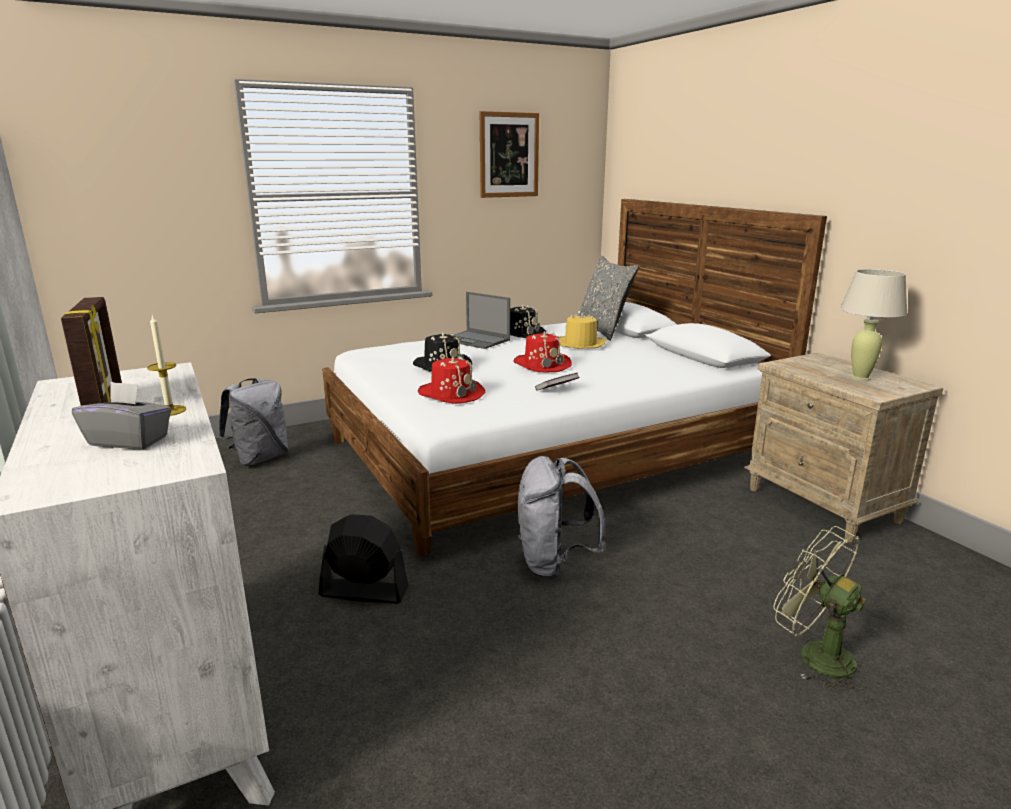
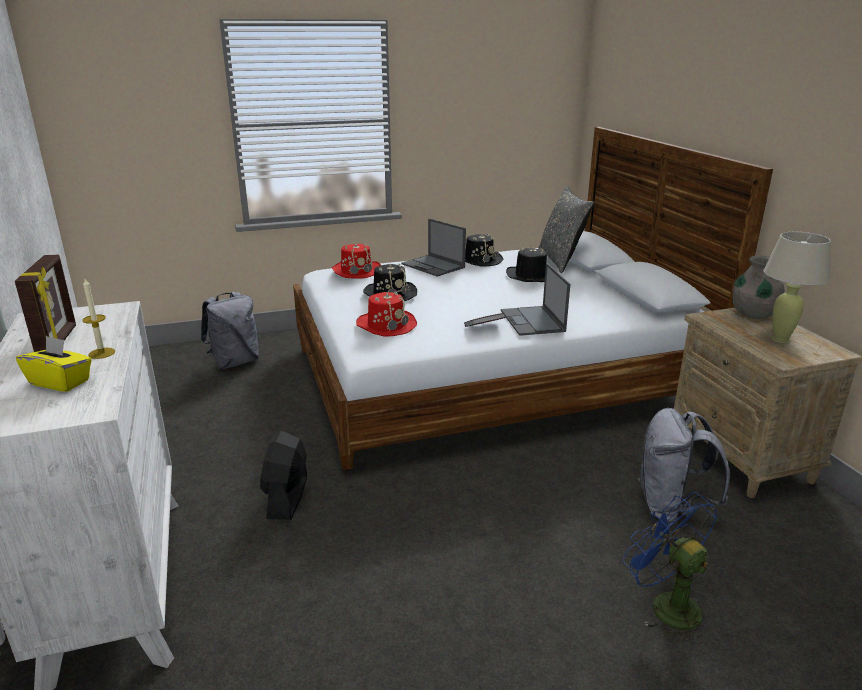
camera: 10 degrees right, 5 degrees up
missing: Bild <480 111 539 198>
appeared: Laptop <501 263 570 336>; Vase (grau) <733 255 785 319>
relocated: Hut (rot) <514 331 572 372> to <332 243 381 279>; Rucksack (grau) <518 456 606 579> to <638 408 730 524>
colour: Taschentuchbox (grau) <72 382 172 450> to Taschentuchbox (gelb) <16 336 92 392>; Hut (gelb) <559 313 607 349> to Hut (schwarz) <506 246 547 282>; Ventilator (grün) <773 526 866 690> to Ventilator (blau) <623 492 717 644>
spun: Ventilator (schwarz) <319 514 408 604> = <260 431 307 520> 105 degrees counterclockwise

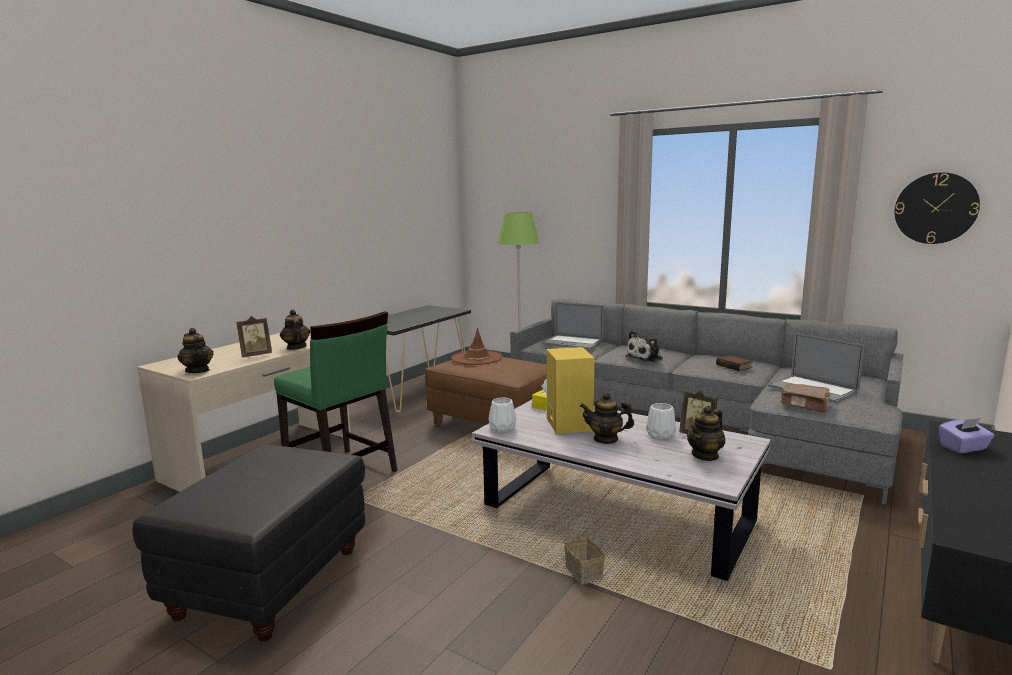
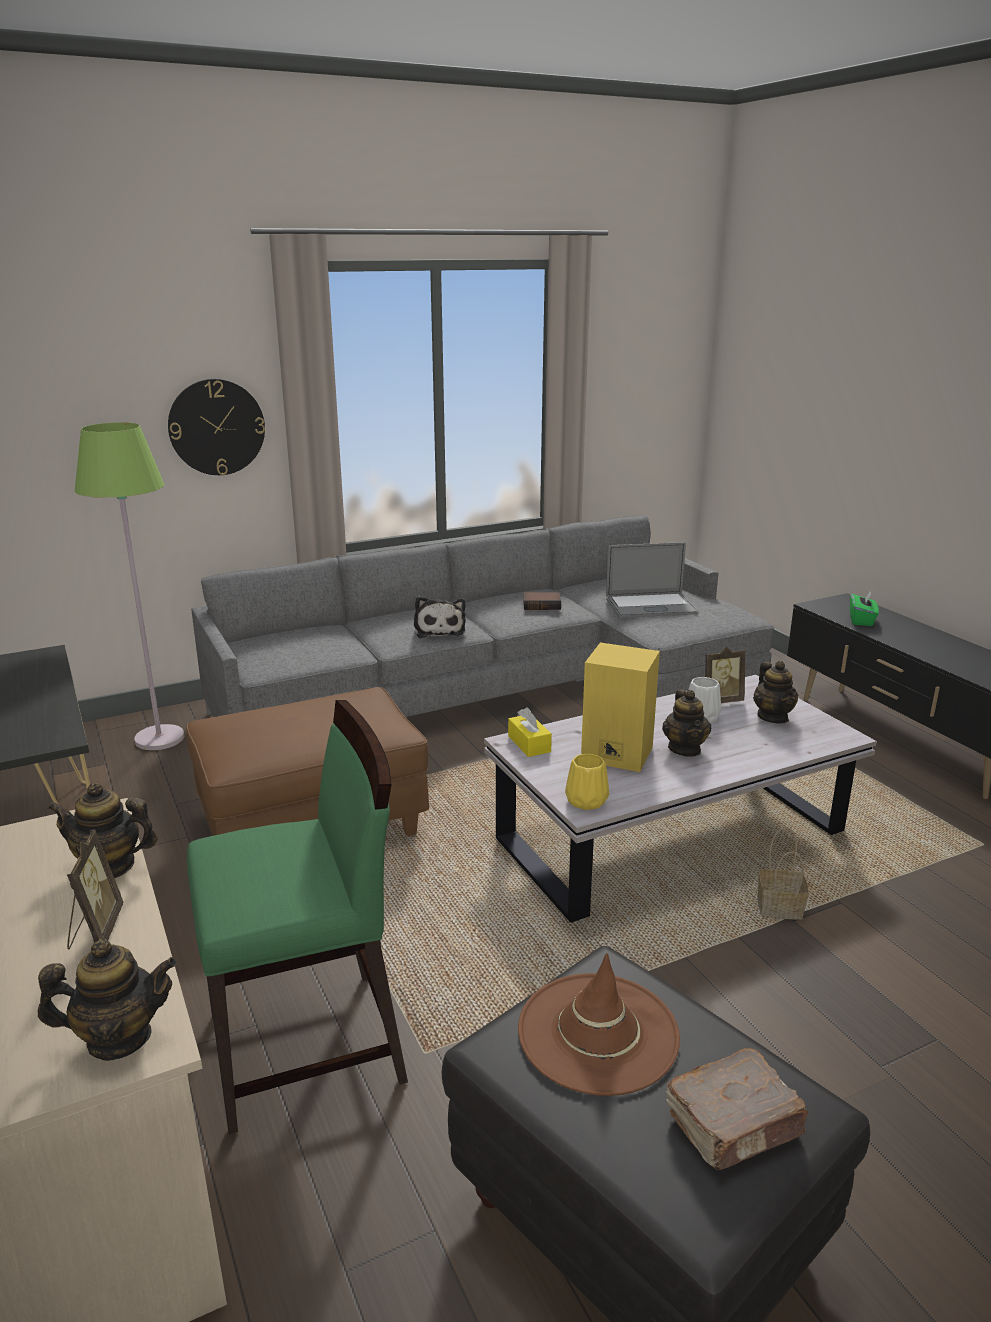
camera: 60 degrees left, 10 degrees up
missing: Laptop <542 302 604 350>
relocated: Wanduhr <894 172 980 244> to <168 379 265 475>; Hut (braun) <451 328 503 365> to <518 953 680 1096>; Buch (braun) <781 383 831 412> to <666 1048 808 1170>
colour: Vase (weiß) <489 397 516 433> to Vase (gelb) <565 754 609 810>; Taschentuchbox (lila) <939 418 994 453> to Taschentuchbox (grün) <850 592 879 626>
spun: Teekanne <580 392 634 444> = <662 690 711 757> 45 degrees counterclockwise

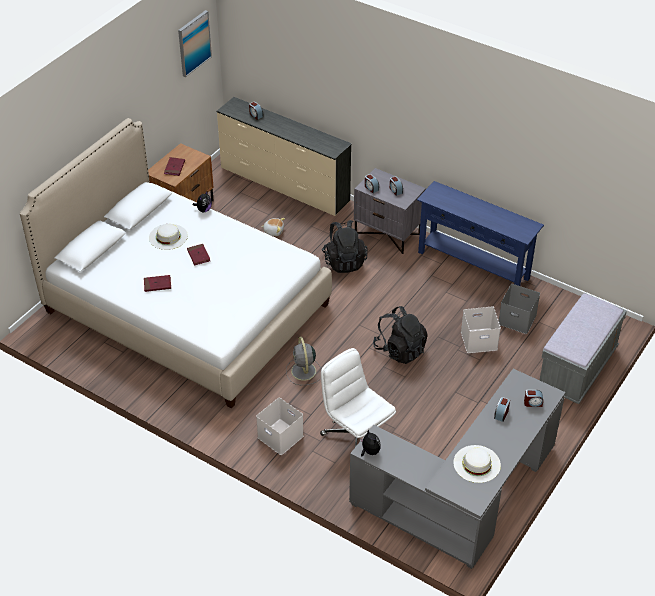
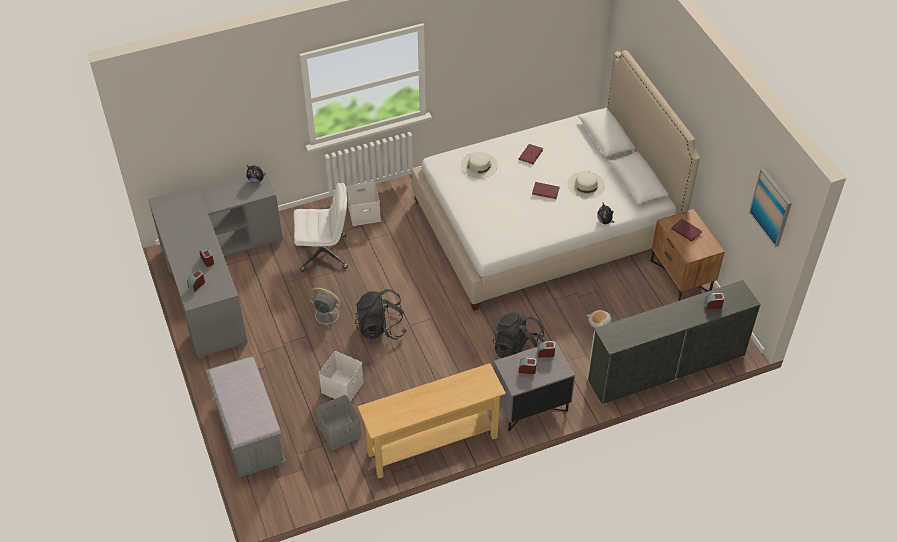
camera: 125 degrees right, 5 degrees up
relocated: Ventilator (grau) <286 337 322 385> to <308 287 345 328>; Hut (weiß) <453 445 501 483> to <461 152 498 178>
colour: Konsolentisch (blau) <417 181 544 286> to Konsolentisch (beige) <358 363 506 479>

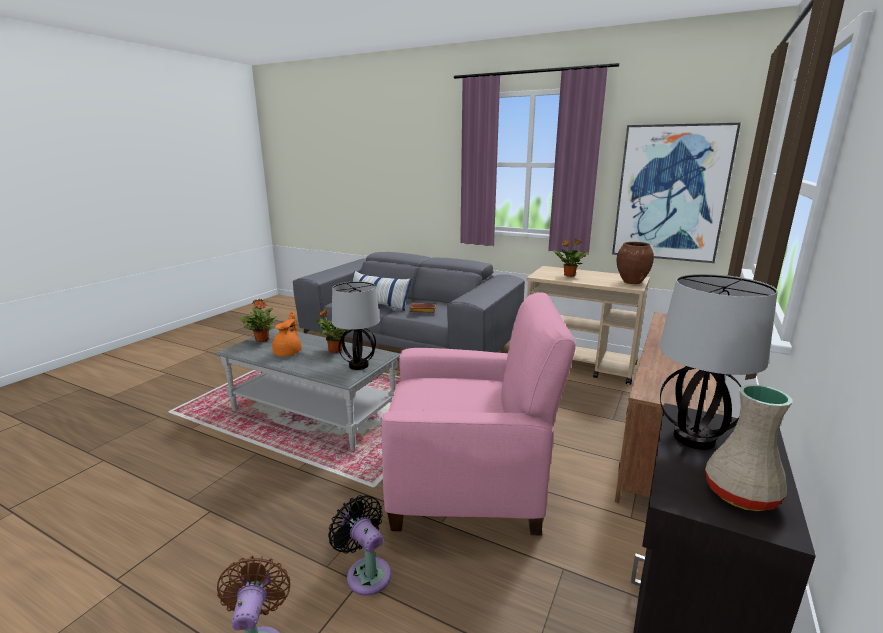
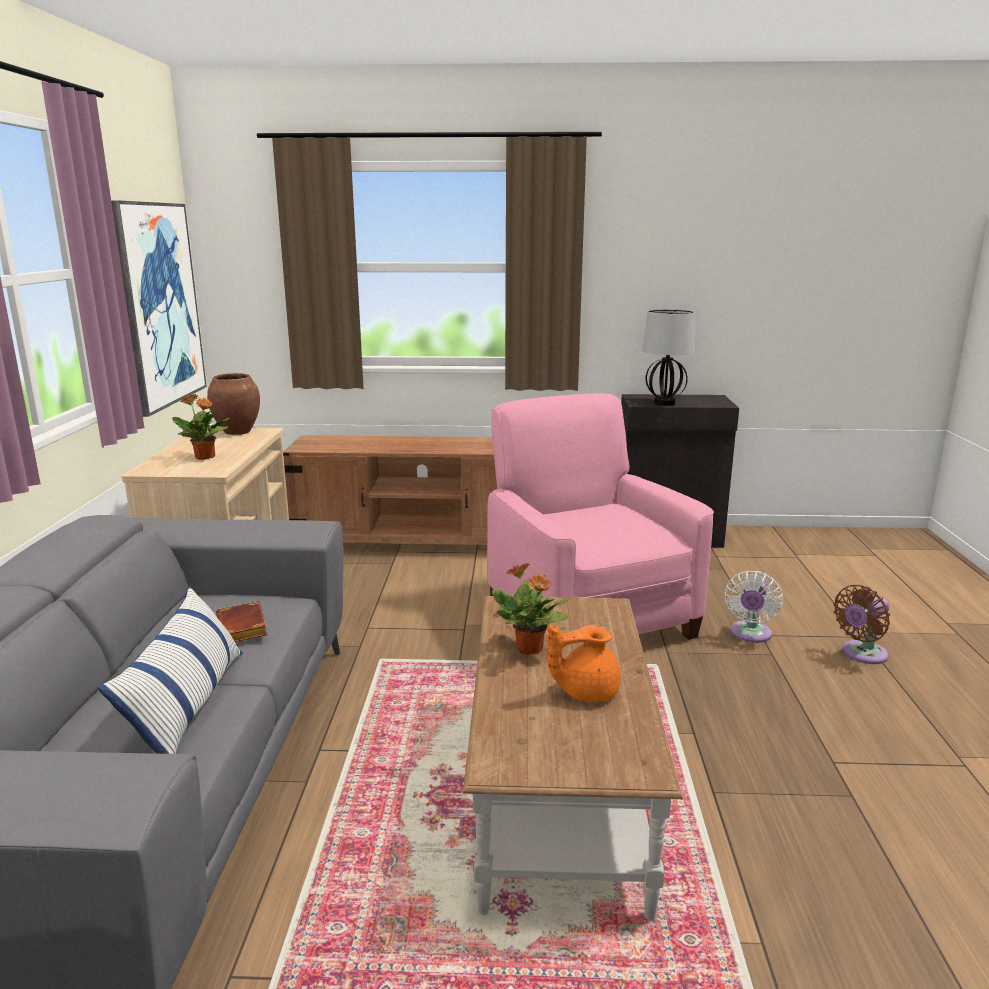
camera: 115 degrees left, 0 degrees up
missing: Topfpflanze <240 299 277 342>; Tischlampe <332 281 380 370>; Vase (beige) <705 384 793 511>
colour: Couchtisch (grau) <215 328 400 451> to Couchtisch (braun) <463 596 683 920>; Ventilator (schwarz) <328 495 391 596> to Ventilator (weiß) <725 571 783 643>

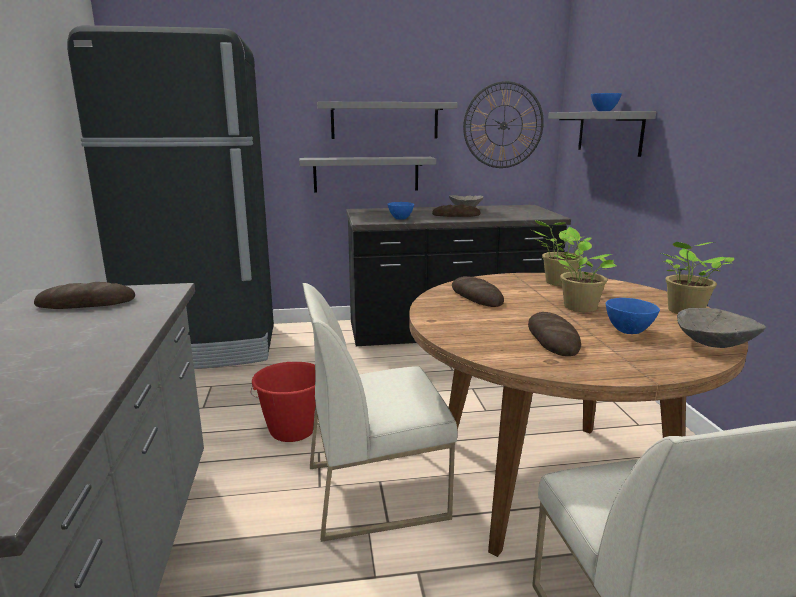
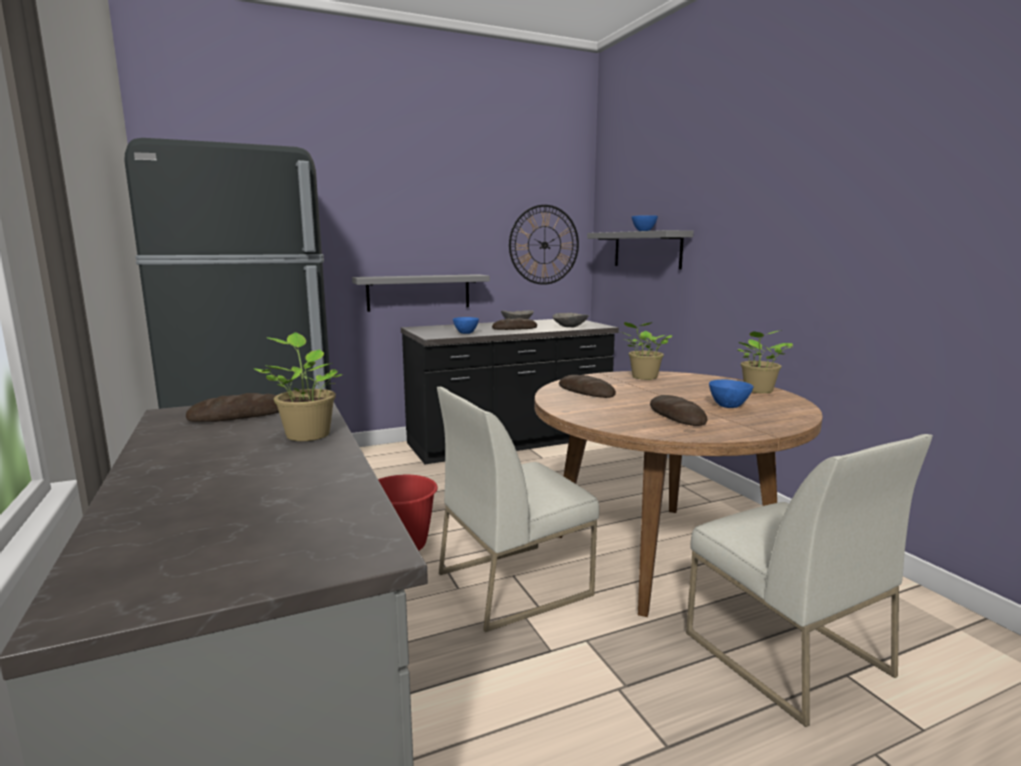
camera: 15 degrees left, 5 degrees down
missing: Wandregal (grau) <317 102 458 139>
relocated: Topfpflanze <554 227 616 312> to <254 332 344 441>; Schüssel (grau) <677 308 766 348> to <552 313 589 327>

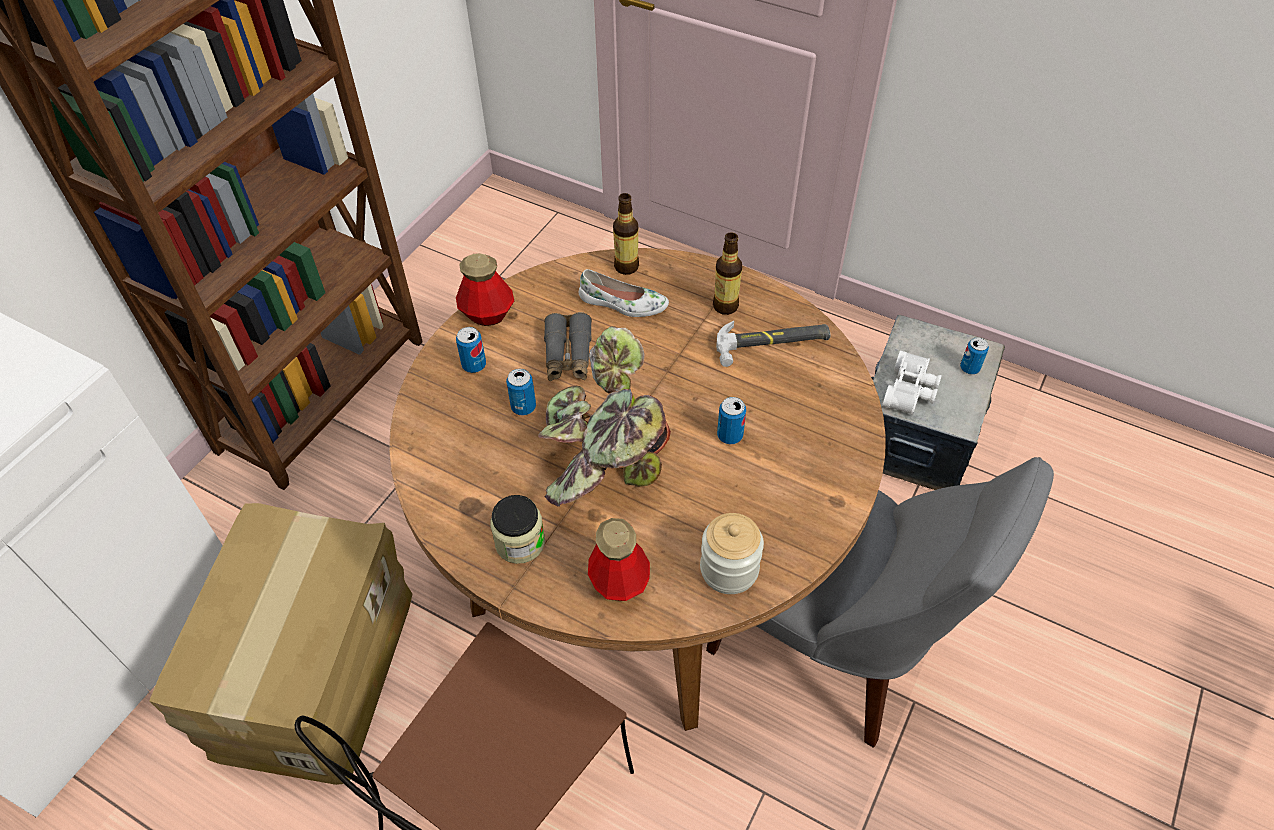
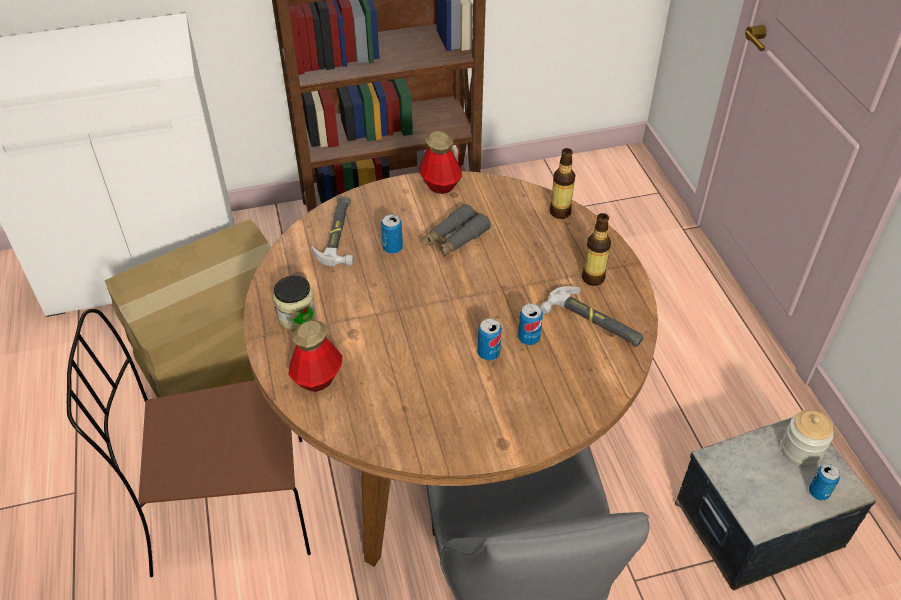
camera: 45 degrees right, 5 degrees down
missing: Topfpflanze <538 326 671 507>; Schuh (weiß) <579 269 669 317>; Fernglas (weiß) <882 350 942 415>
appeared: Hammer <312 197 354 266>
relocated: Dose <456 327 486 373> to <518 304 543 345>; Vorratsglas <700 513 764 594> to <781 409 834 467>

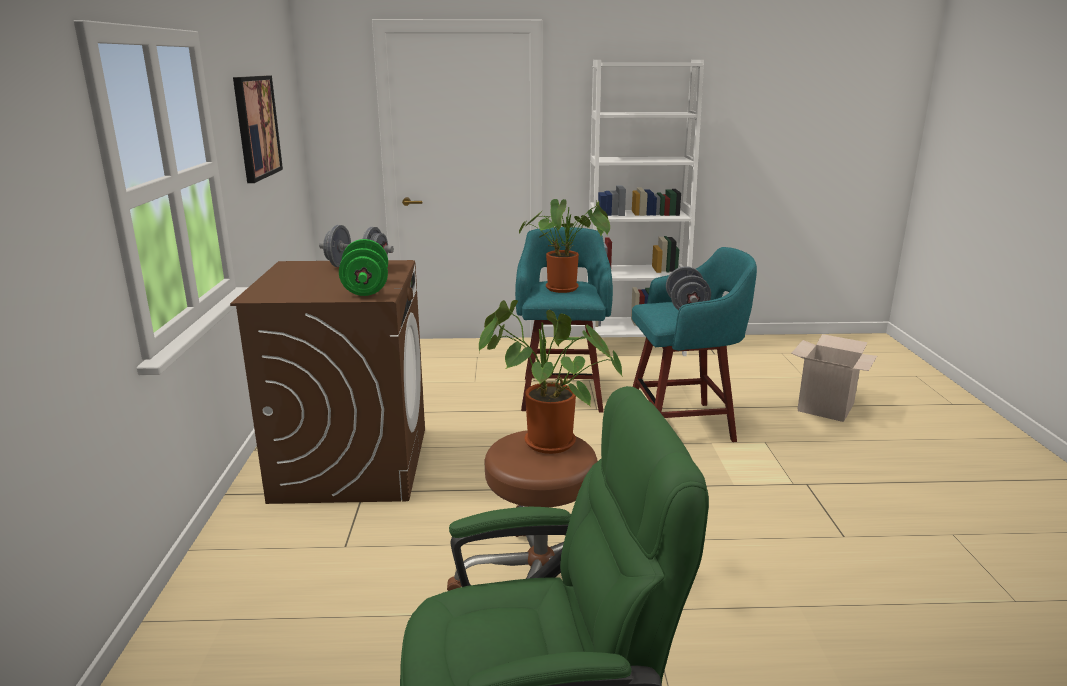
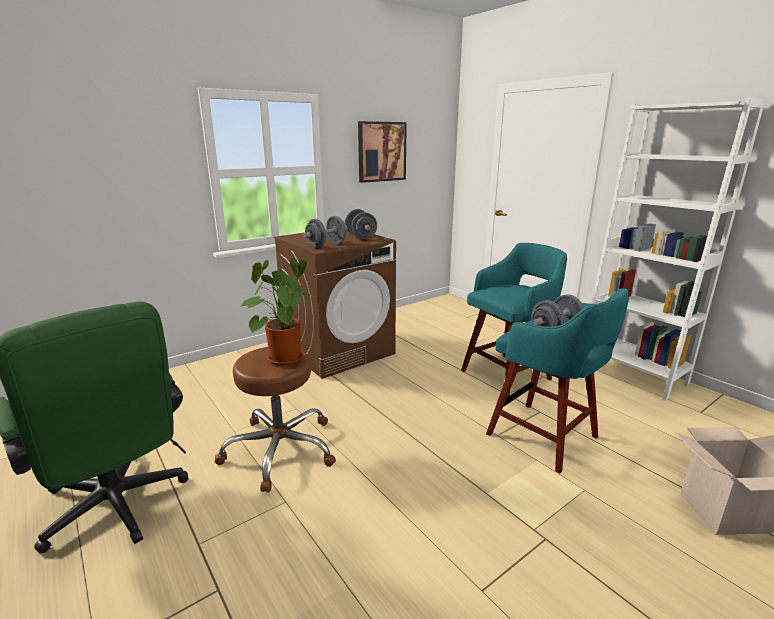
camera: 55 degrees right, 0 degrees up
missing: Topfpflanze <519 199 610 293>
colour: Hantel (grün) <339 239 388 296> to Hantel (grau) <303 216 348 248>

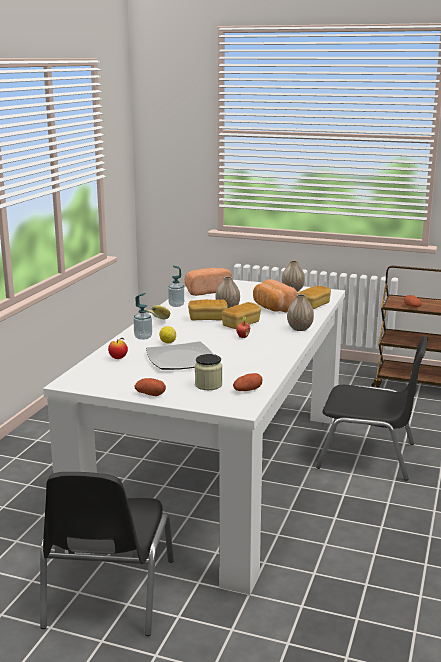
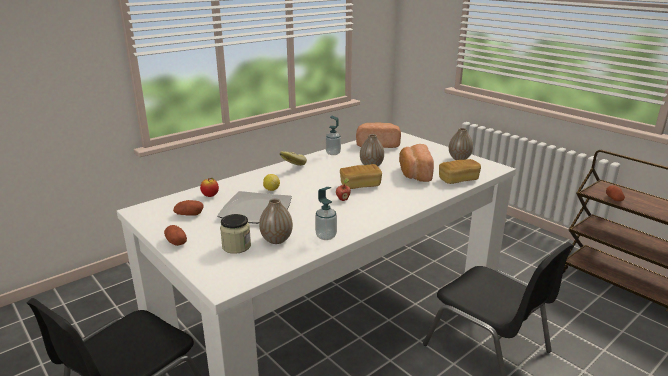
camera: 30 degrees right, 5 degrees up
missing: Brot <188 299 228 320>
relocated: Kartoffel <233 373 263 391> to <173 200 204 216>; Vase <287 294 314 331> to <259 199 293 244>; Seifenspender <133 293 152 340> to <315 187 337 240>

